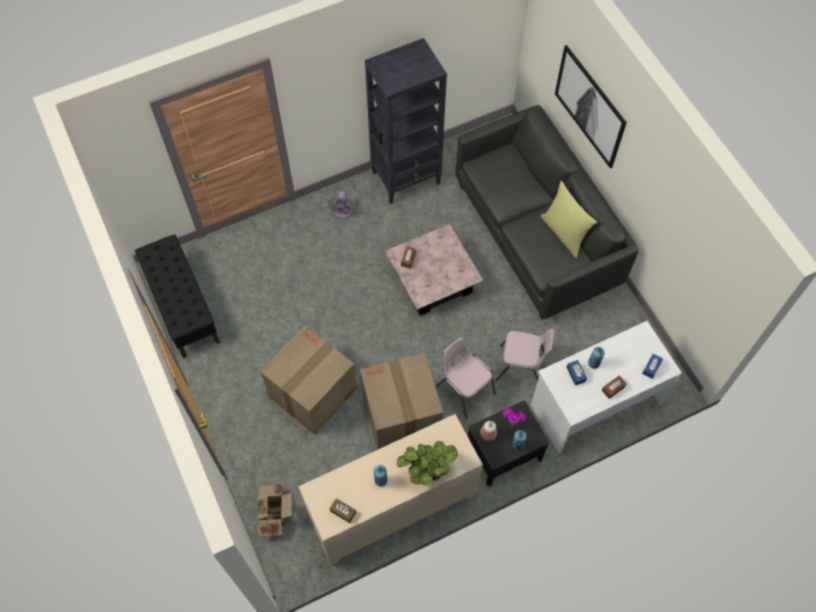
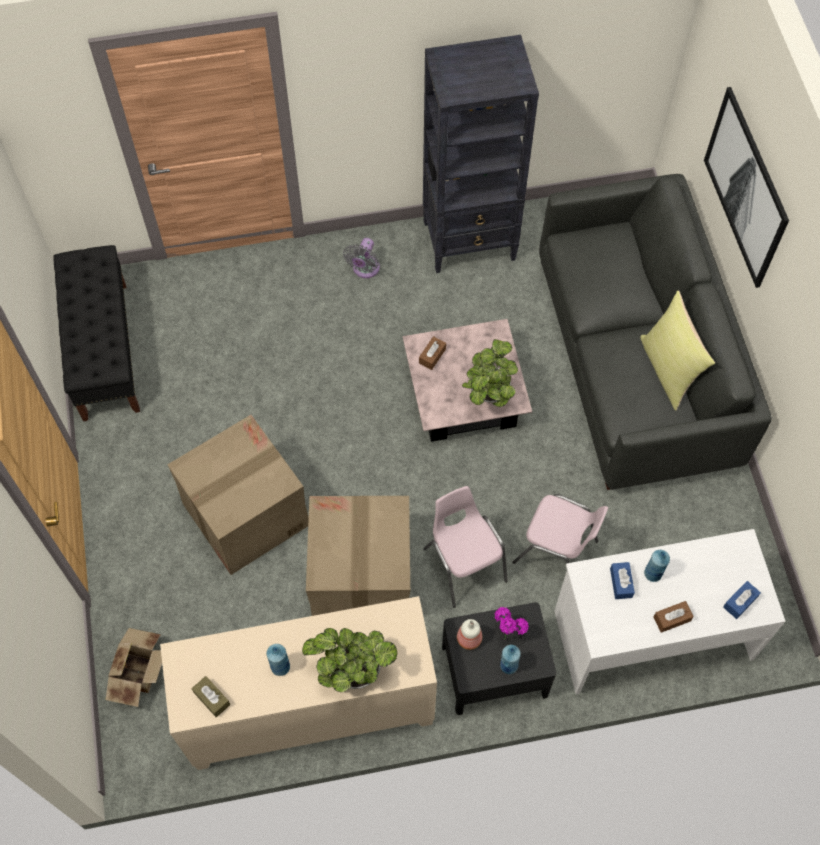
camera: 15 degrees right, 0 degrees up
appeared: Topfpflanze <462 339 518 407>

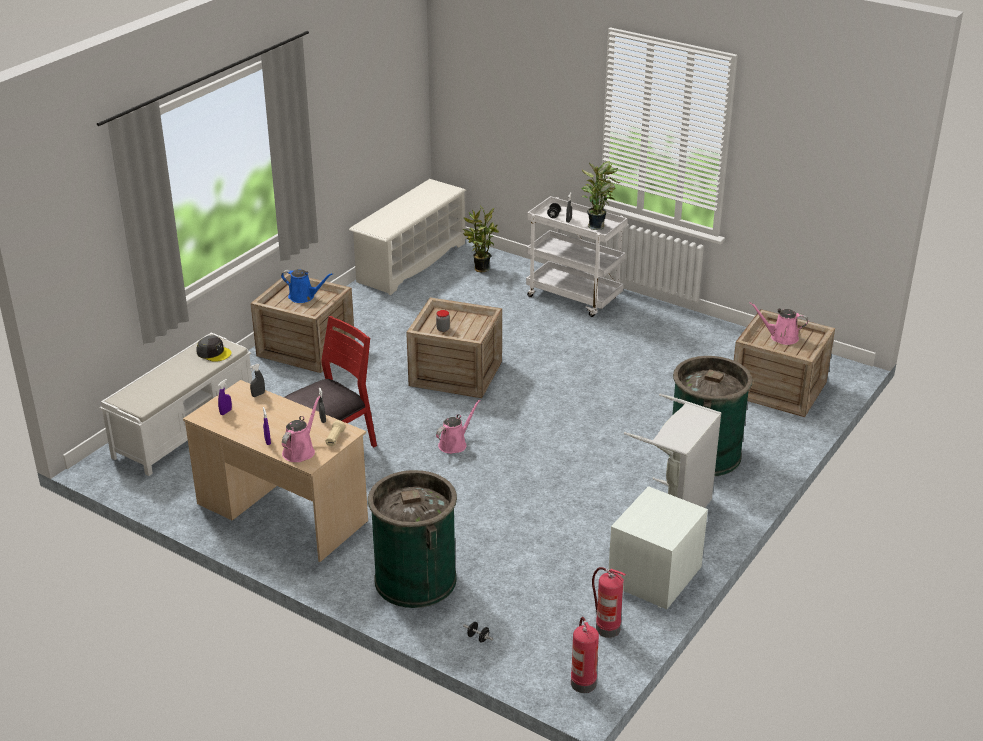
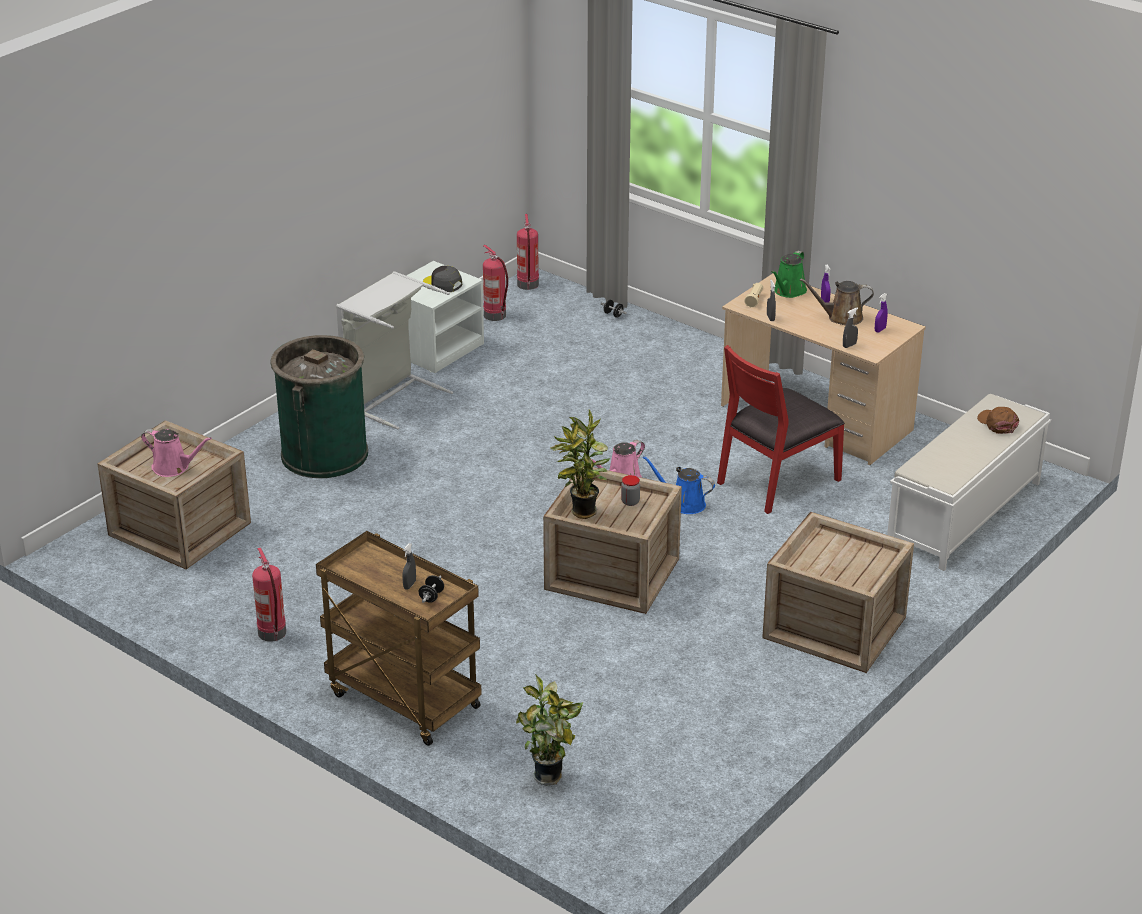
camera: 175 degrees left, 0 degrees up
missing: Schuhregal (weiß) <349 179 466 295>; Mülleimer (grün) <368 470 457 608>
appeared: Feuerlöscher <252 548 286 642>; Gießkanne (braun) <800 278 874 326>; Kappe (braun) <977 407 1019 434>
relocated: Kappe (grau) <196 335 231 362> to <423 266 462 292>; Topfpflanze <581 161 621 230> to <550 409 610 519>; Gießkanne (blau) <281 269 333 303> to <642 456 715 514>
colour: Rollwagen (weiß) <526 196 628 317> to Rollwagen (braun) <316 531 482 746>; Gießkanne (rosa) <282 396 321 462> to Gießkanne (grün) <771 251 807 298>

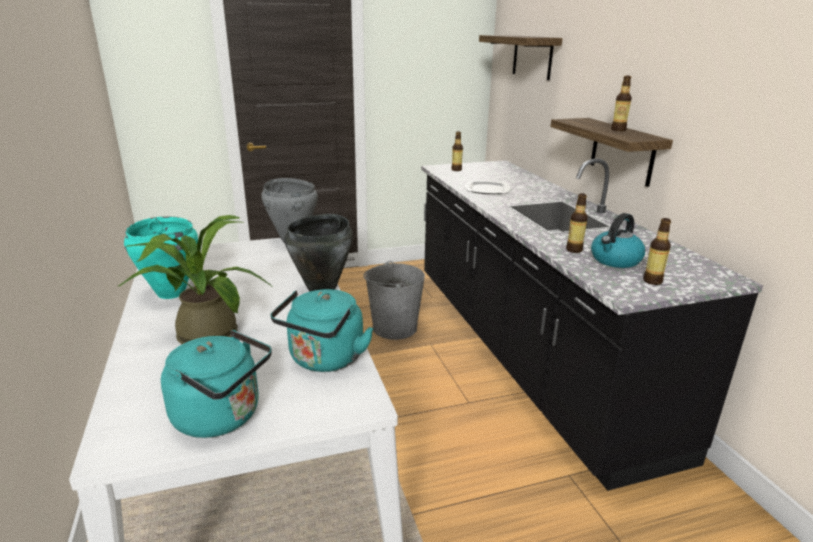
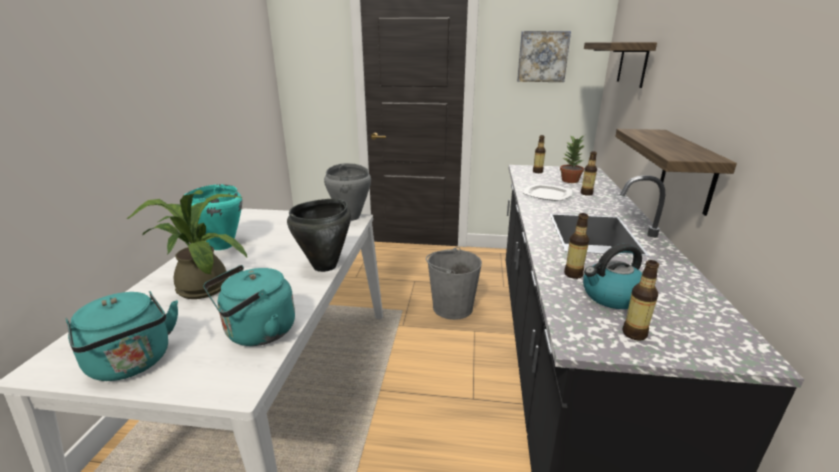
camera: 25 degrees right, 0 degrees up
appeared: Bild <517 31 571 82>; Topfpflanze <560 135 585 183>
relocated: Flasche <611 76 632 131> to <581 151 597 196>

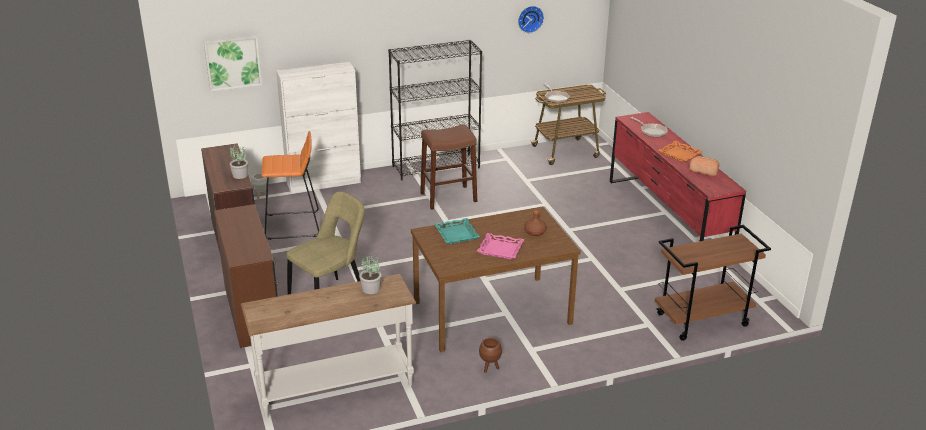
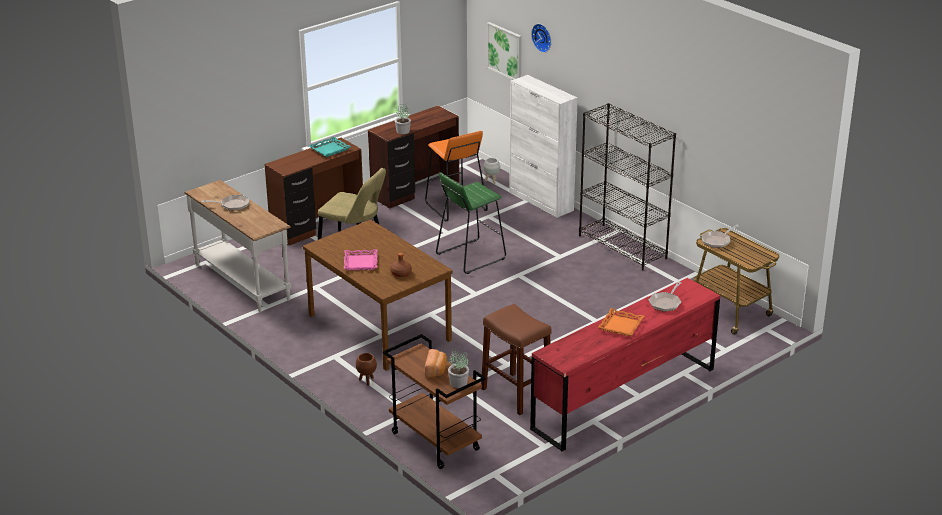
camera: 70 degrees right, 0 degrees up
appeared: Pfanne <202 195 249 211>; Hocker (grün) <436 172 506 274>
relocated: Tablett (türkis) <434 218 480 244> to <309 137 351 157>; Pflanzkübel (braun) <479 338 502 373> to <356 353 377 386>; Brot <689 156 719 176> to <425 349 447 378>; Topfpflanze <359 254 382 294> to <448 350 469 388>; Hocker (braun) <420 124 477 210> to <481 304 551 415>; Wanduhr <518 6 544 33> to <531 24 551 53>

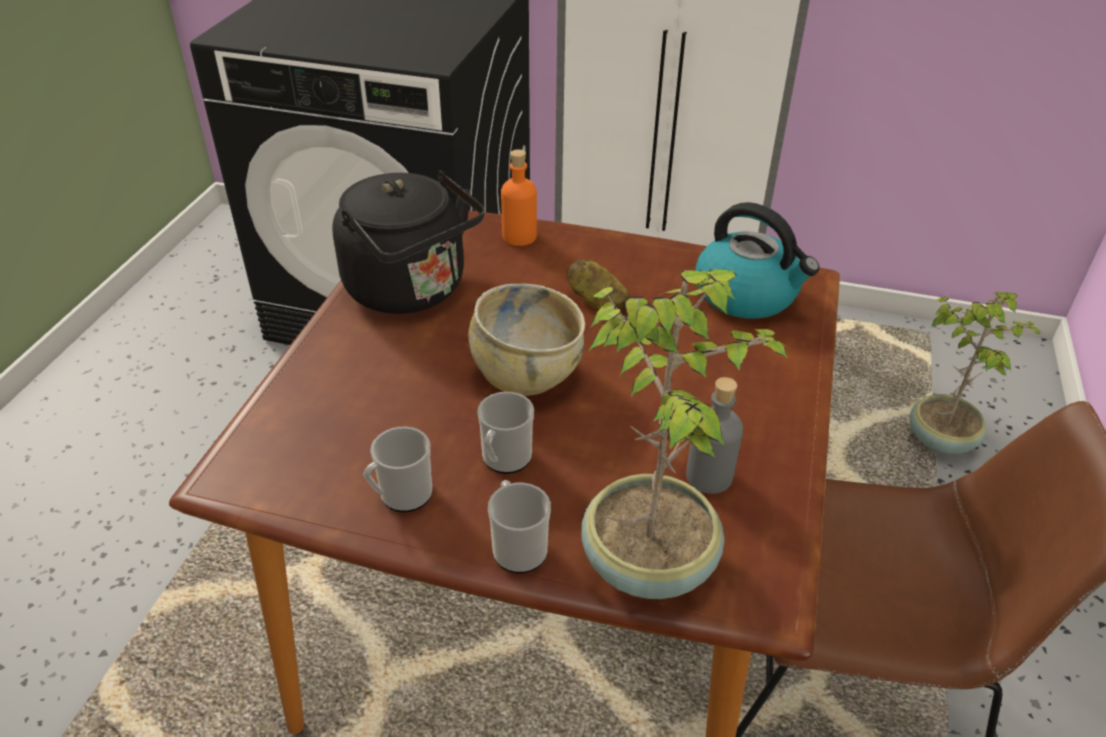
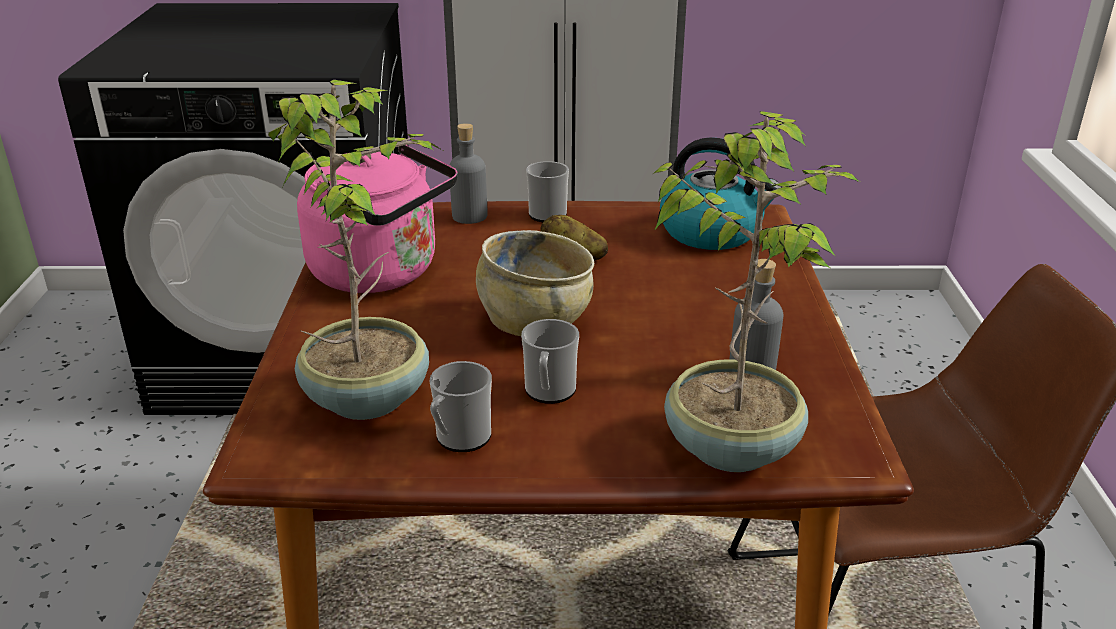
camera: 15 degrees left, 10 degrees down
relocated: Topfpflanze <910 292 1041 454> to <268 80 442 420>; Henkelbecher <488 480 551 573> to <526 161 569 222>
colour: Wasserkessel (schwarz) <332 170 485 314> to Wasserkessel (rosa) <297 145 457 293>; Flasche (orange) <501 149 537 246> to Flasche (grau) <450 123 487 224>

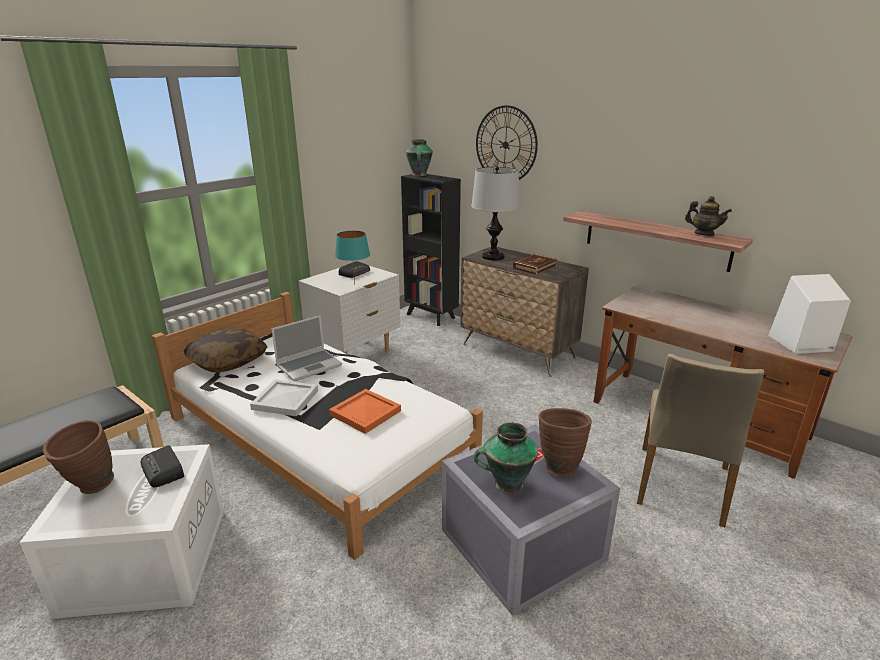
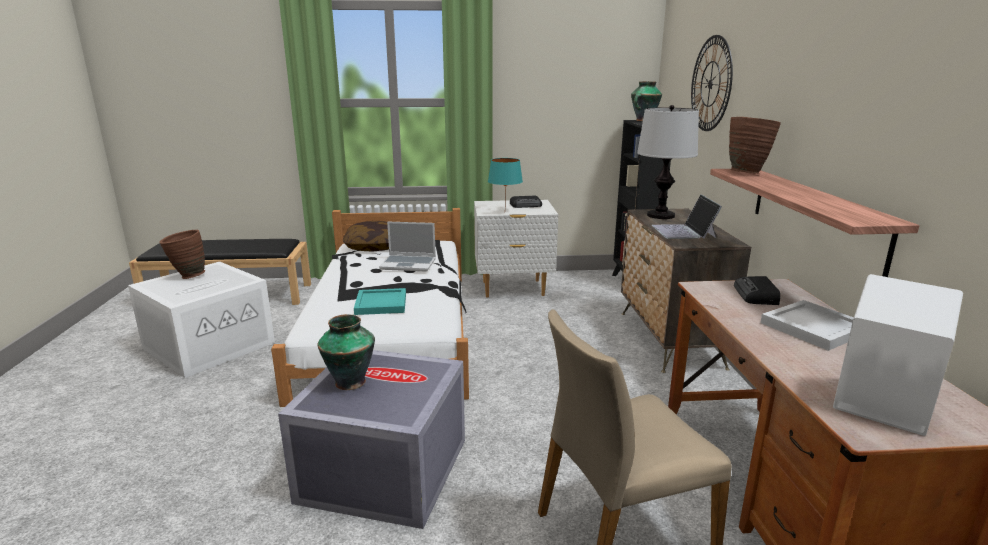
camera: 45 degrees right, 5 degrees down
missing: Teekanne <685 196 732 236>
relocated: Vase (braun) <539 408 592 477> to <729 117 781 174>; Radio <141 445 184 487> to <734 276 780 305>; Tablett (weiß) <250 379 318 416> to <760 300 854 351>
exchanged: Buch <513 254 558 275> to Laptop <651 194 722 239>
colour: Tablett (orange) <329 389 401 434> to Tablett (türkis) <354 288 406 315>

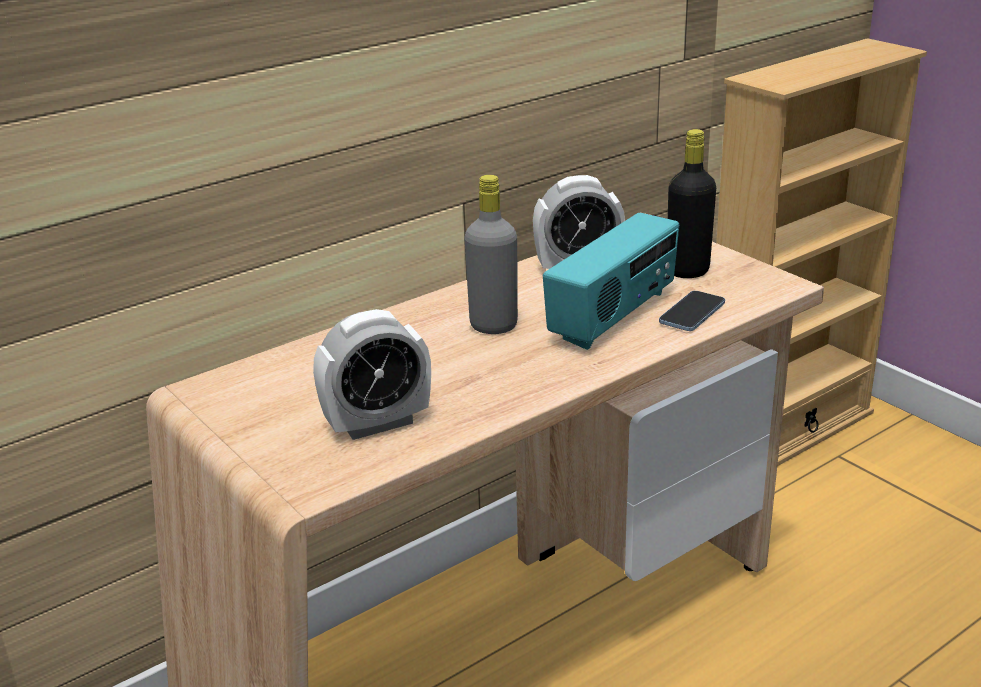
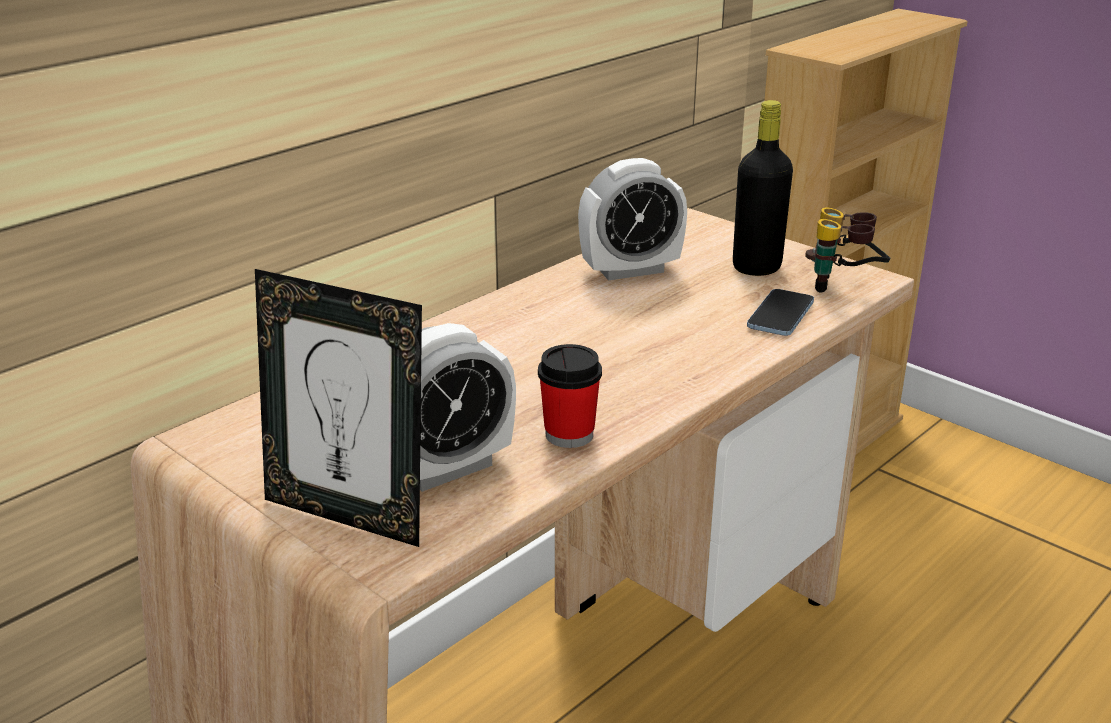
camera: 10 degrees left, 0 degrees up
missing: Flasche (grau) <464 175 518 334>; Radio <543 213 679 350>
appeared: Bilderrahmen <255 269 422 547>; Tasse <538 344 602 448>; Fernglas <805 208 890 293>

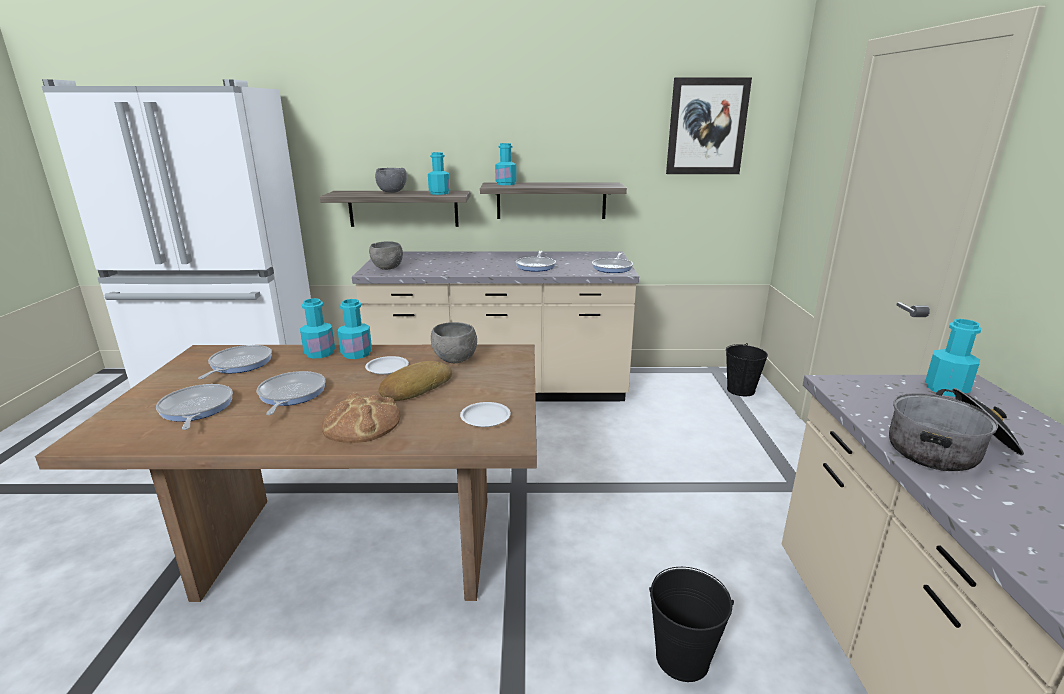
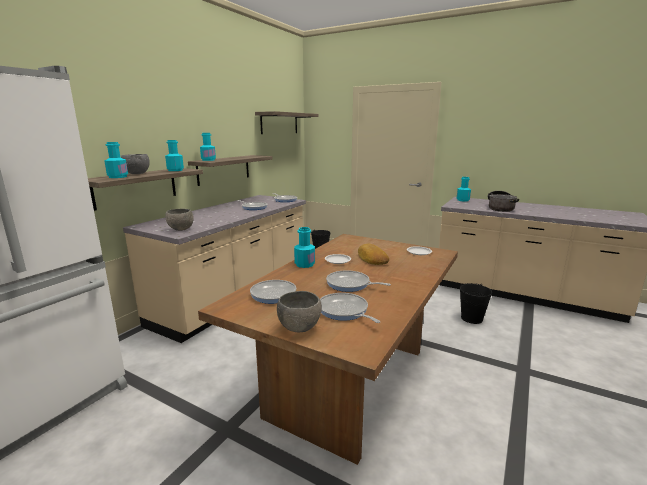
camera: 60 degrees left, 5 degrees down
missing: Brot <322 393 401 443>
relocated: Flasche (türkis) <300 298 335 359> to <104 142 128 178>; Schüssel (grau) <431 322 477 363> to <277 291 322 332>
exchanged: Bild <666 77 752 174> to Wandregal <255 111 319 134>
spun: Pfanne <156 384 233 430> = <320 293 380 323> 45 degrees clockwise

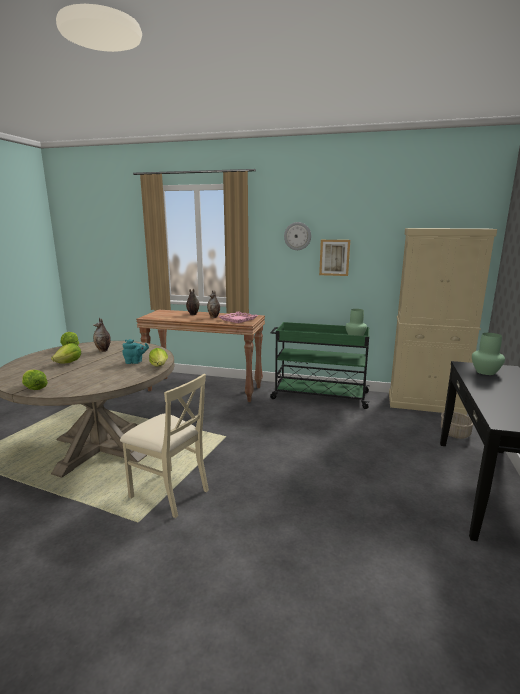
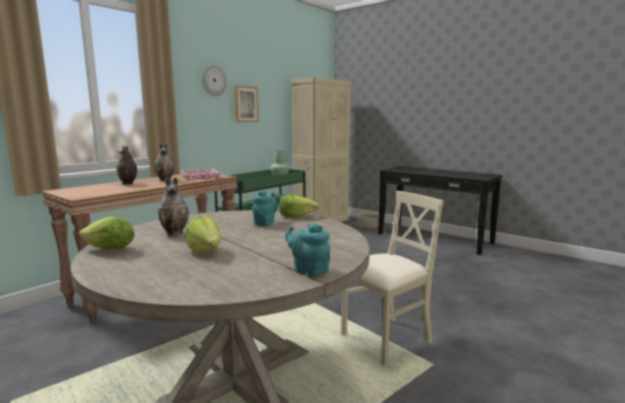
camera: 65 degrees left, 5 degrees down
missing: Vase (grün) <472 333 505 375>
exchanged: Salatkopf <22 370 48 390> to Teekanne (türkis) <285 223 330 277>

